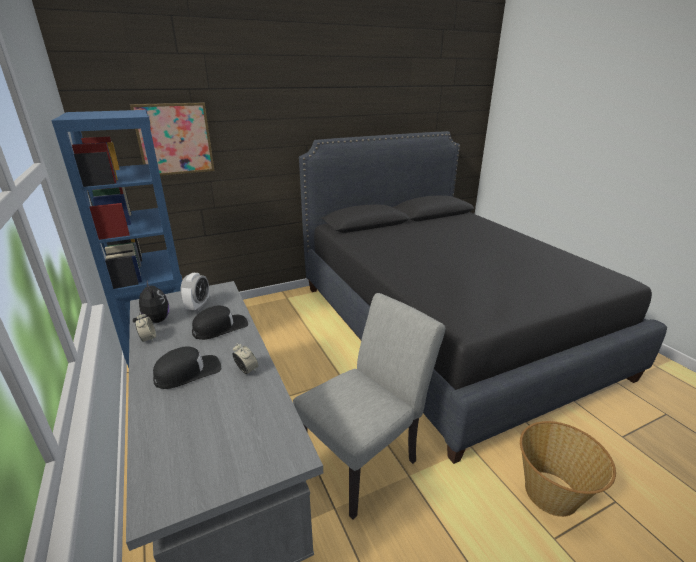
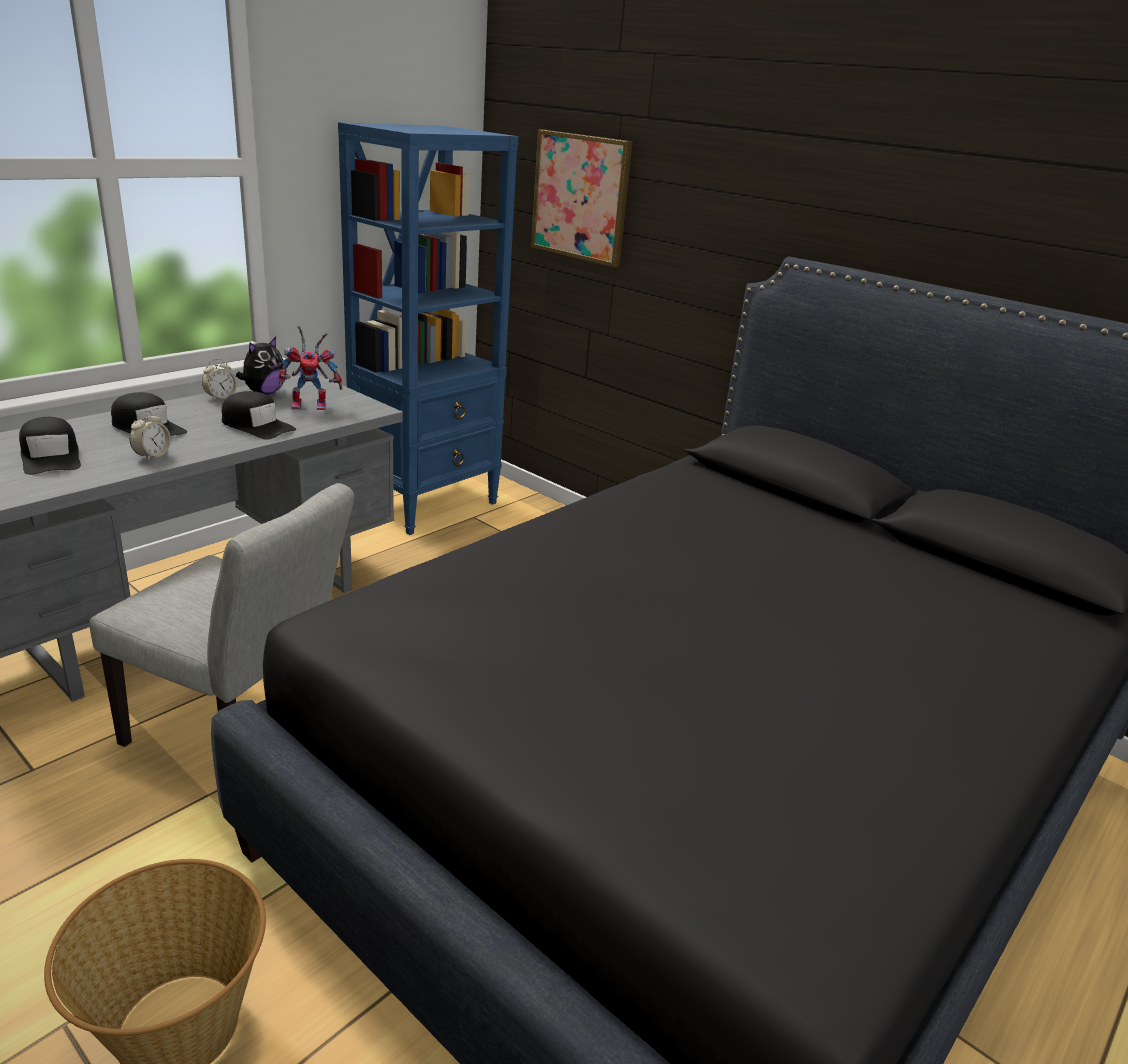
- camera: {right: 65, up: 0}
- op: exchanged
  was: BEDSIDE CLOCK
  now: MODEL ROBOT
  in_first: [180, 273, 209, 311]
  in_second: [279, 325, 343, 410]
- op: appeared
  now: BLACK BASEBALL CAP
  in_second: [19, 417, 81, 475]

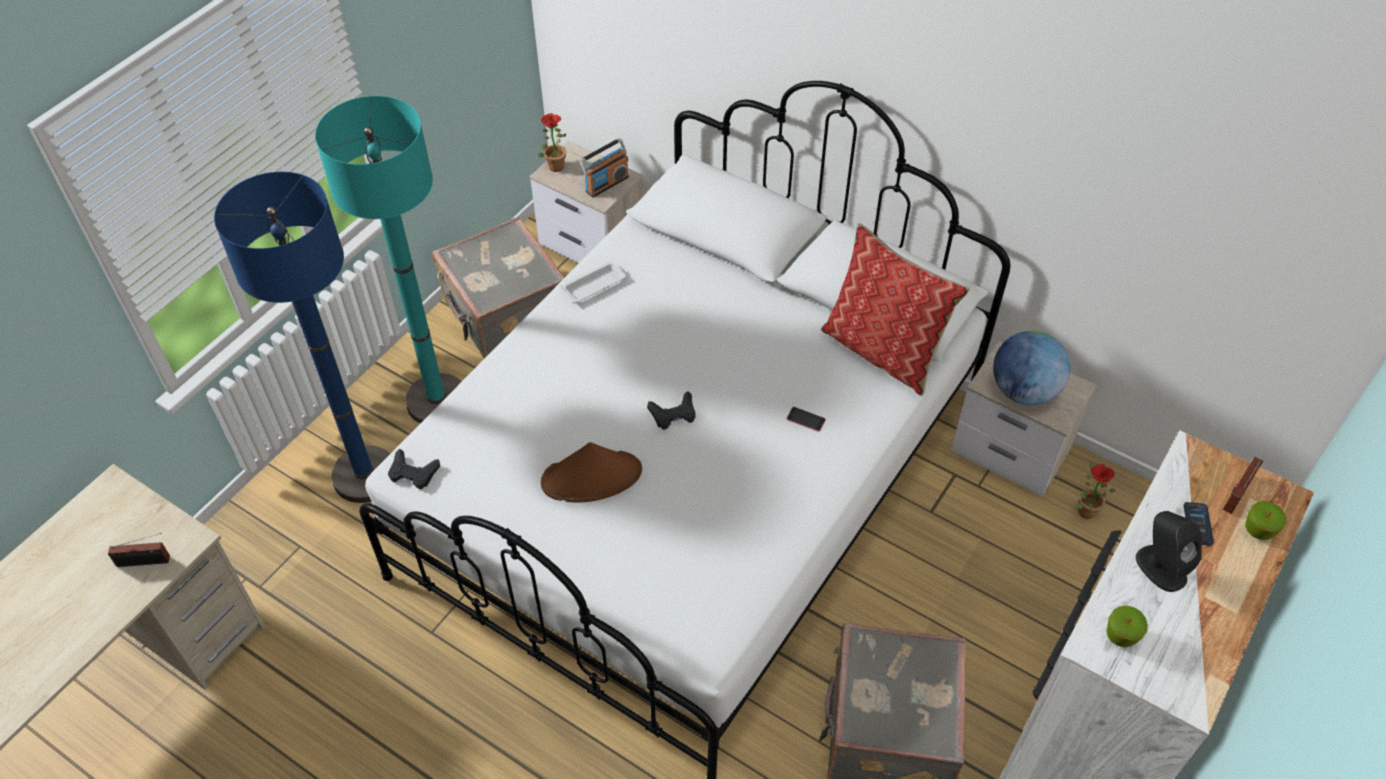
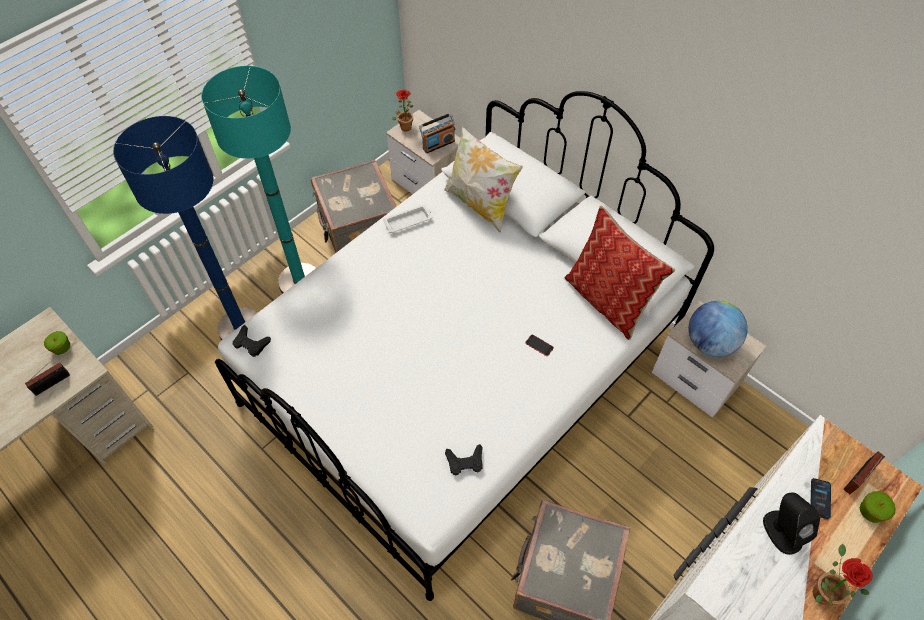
- camera: {right: 10, up: 5}
- op: relocated
  was: BLACK JOYPAD
  in_first: [647, 391, 696, 430]
  in_second: [445, 444, 483, 475]
- op: missing
  was: BROWN-COLOURED HAT
  in_first: [541, 442, 642, 502]
- op: relocated
  was: HOUSEPLANT
  in_first: [1077, 461, 1116, 519]
  in_second: [813, 543, 873, 606]
- op: spun
  was: RADIO
  in_first: [108, 533, 170, 567]
  in_second: [25, 354, 70, 396]
  clockwise: -45
- op: relocated
  was: WHOLE APPLE
  in_first: [1106, 605, 1148, 648]
  in_second: [44, 331, 70, 355]
- op: appeared
  now: PILLOW
  in_second: [444, 126, 523, 232]

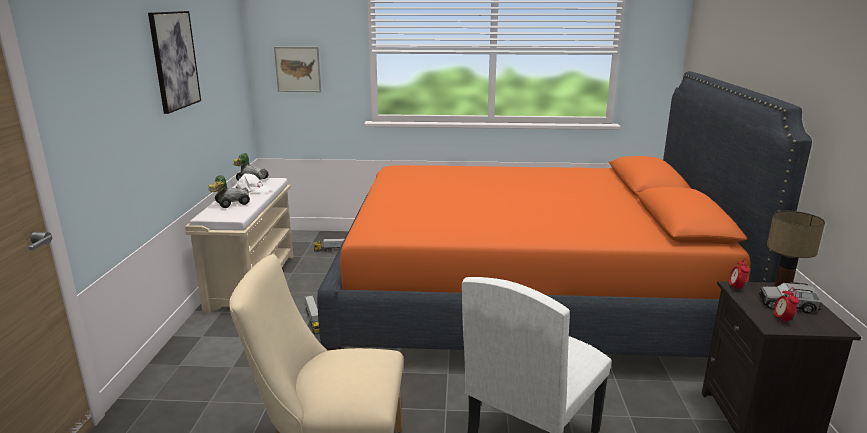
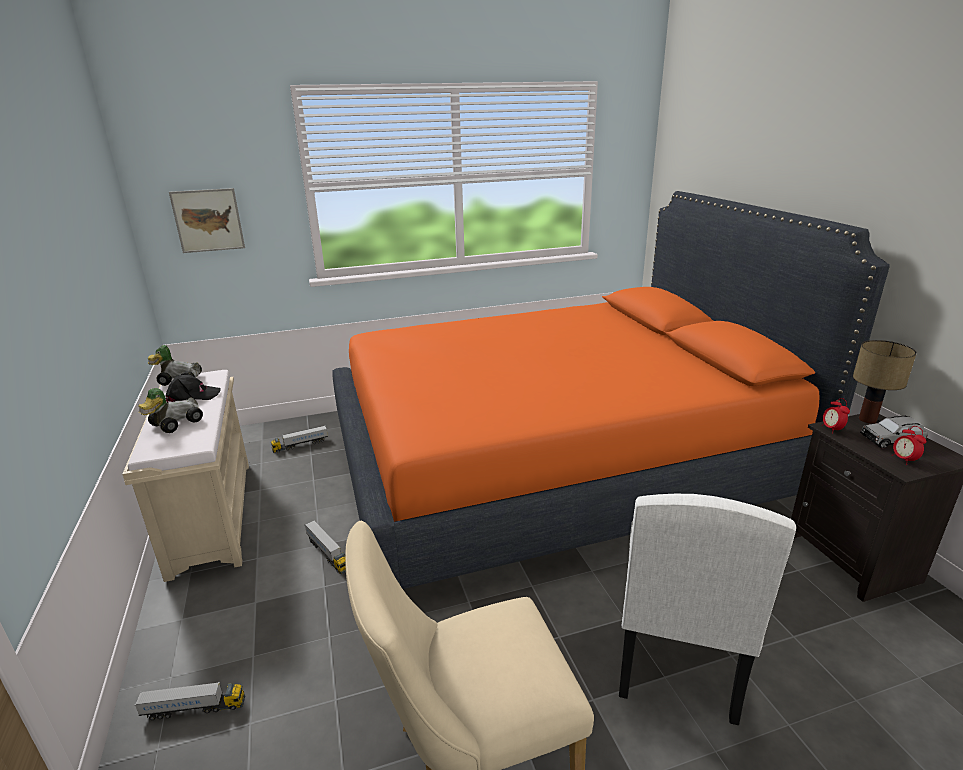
- camera: {right: -20, up: 5}
- op: missing
  was: PICTURE
  in_first: [148, 11, 201, 114]
- op: colour
  was: WHITE-COLOURED BASEBALL CAP
  now: BLACK BASEBALL CAP
  in_first: [235, 174, 272, 194]
  in_second: [165, 375, 221, 403]
- op: appeared
  now: TOY TRUCK
  in_second: [134, 682, 245, 720]

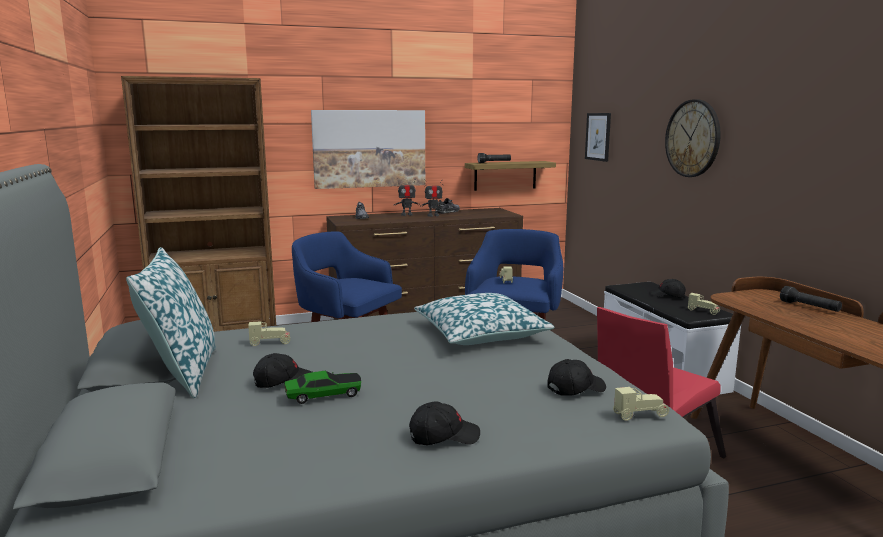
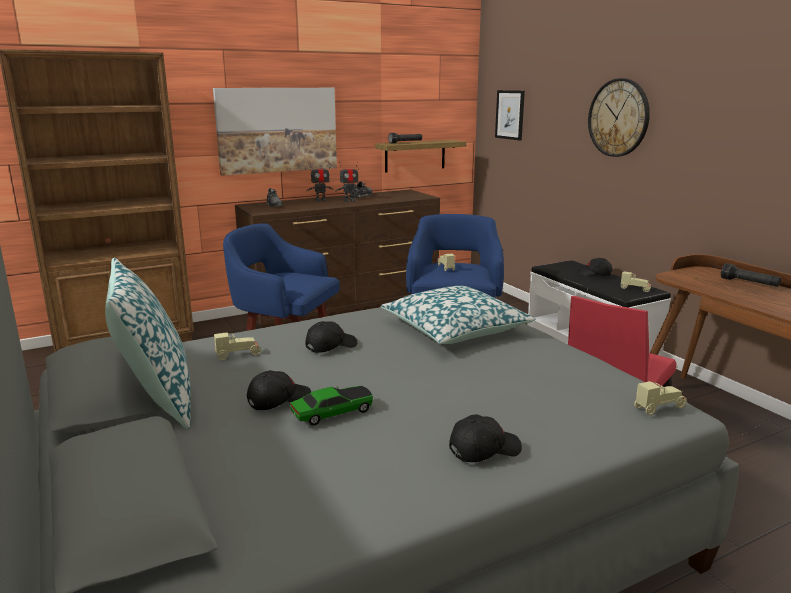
- camera: {right: -10, up: 5}
- op: relocated
  was: BLACK BASEBALL CAP
  in_first: [547, 359, 606, 396]
  in_second: [305, 321, 357, 353]

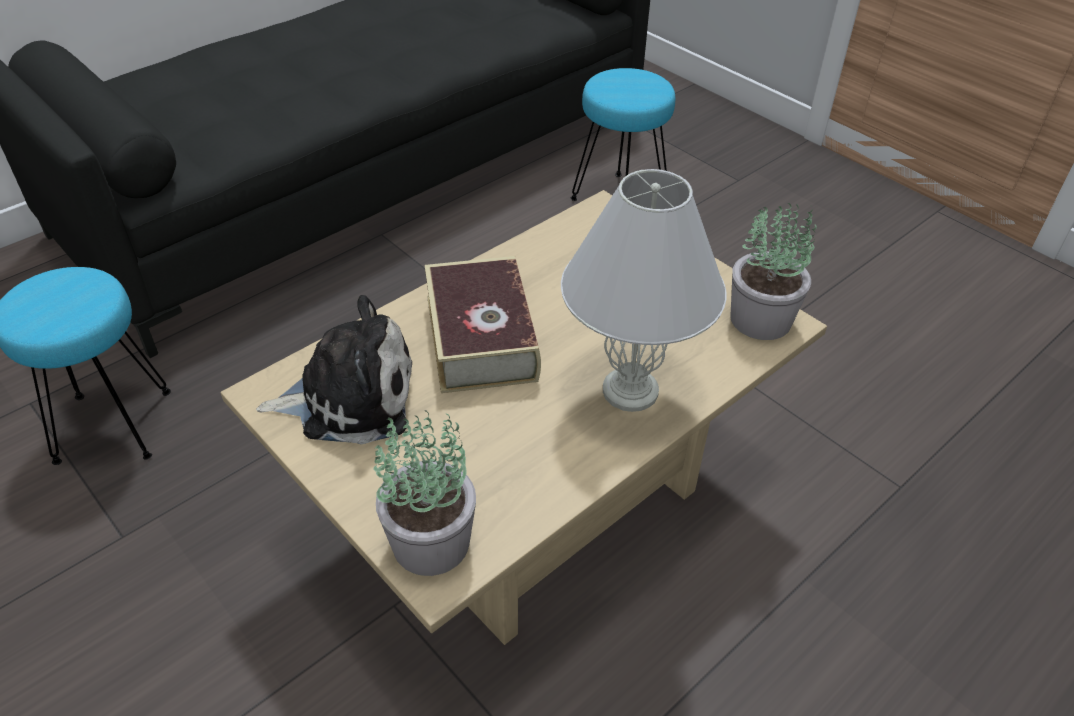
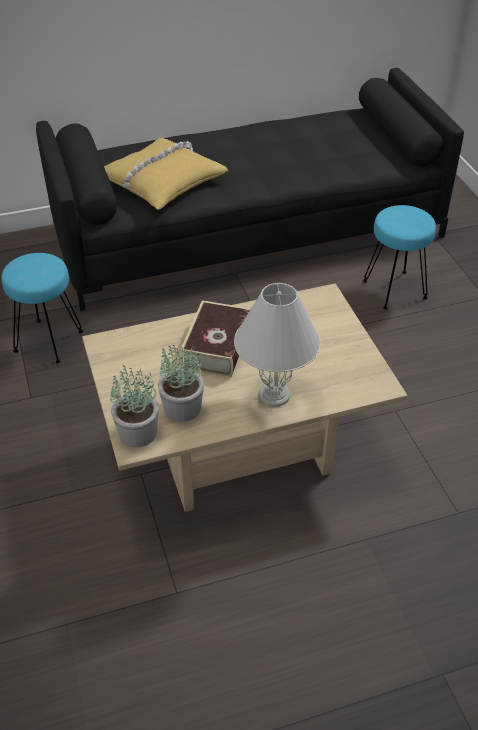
- camera: {right: 25, up: 0}
- op: relocated
  was: HOUSEPLANT
  in_first: [730, 203, 817, 340]
  in_second: [158, 344, 204, 422]
- op: missing
  was: PLUSH TOY
  in_first: [256, 295, 412, 445]
- op: appeared
  now: YELLOW PILLOW
  in_second: [104, 138, 228, 210]

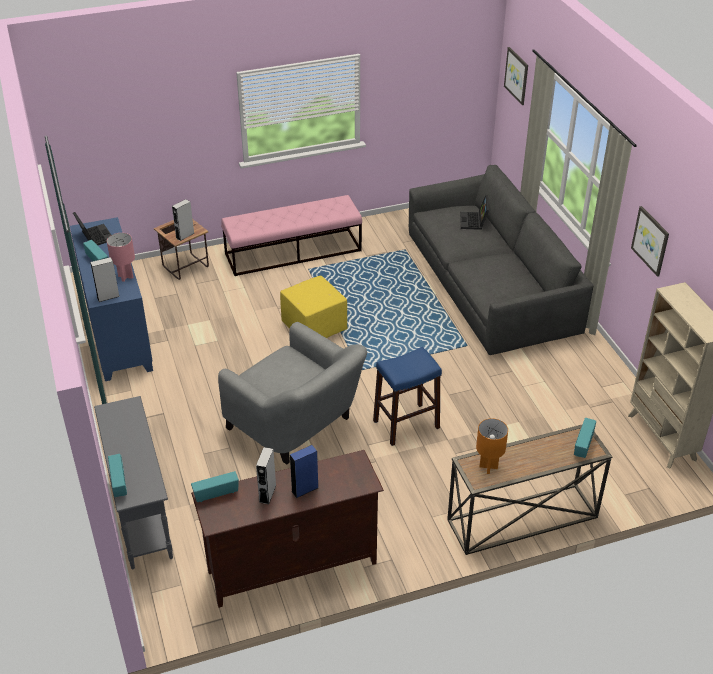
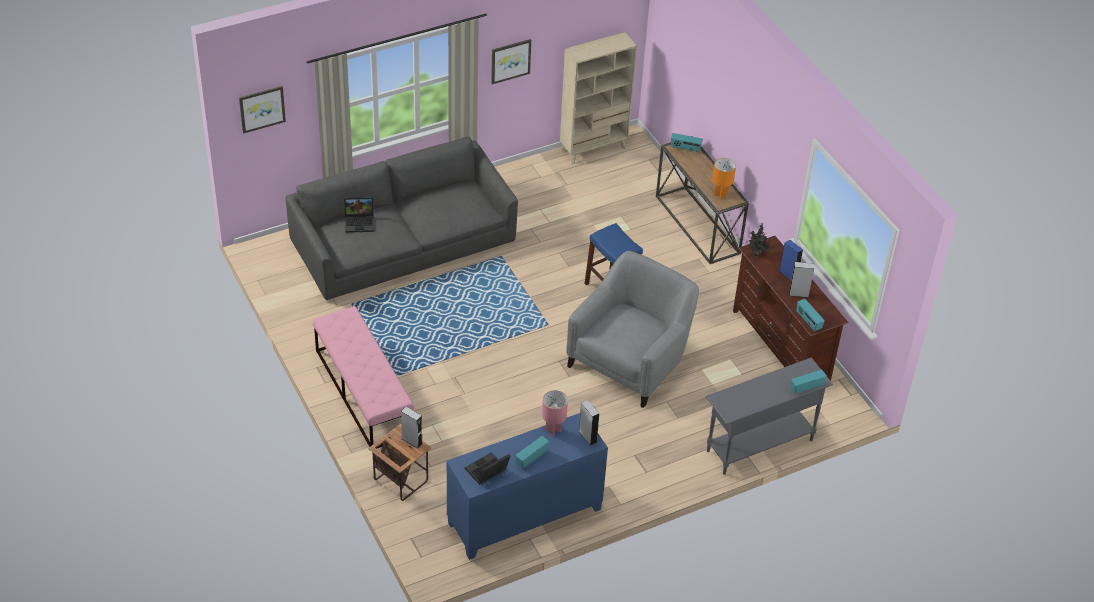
- camera: {right: -100, up: 5}
- op: missing
  was: YELLOW POUFFE
  in_first: [280, 276, 348, 338]
- op: appeared
  now: HOUSEPLANT
  in_second: [749, 223, 769, 256]

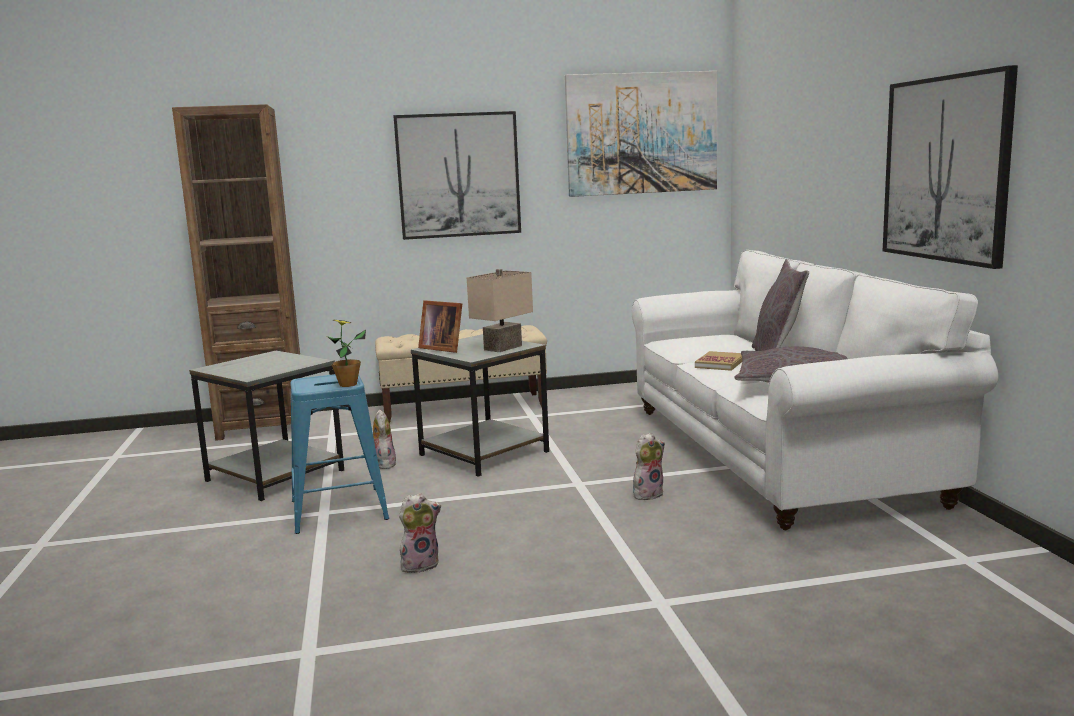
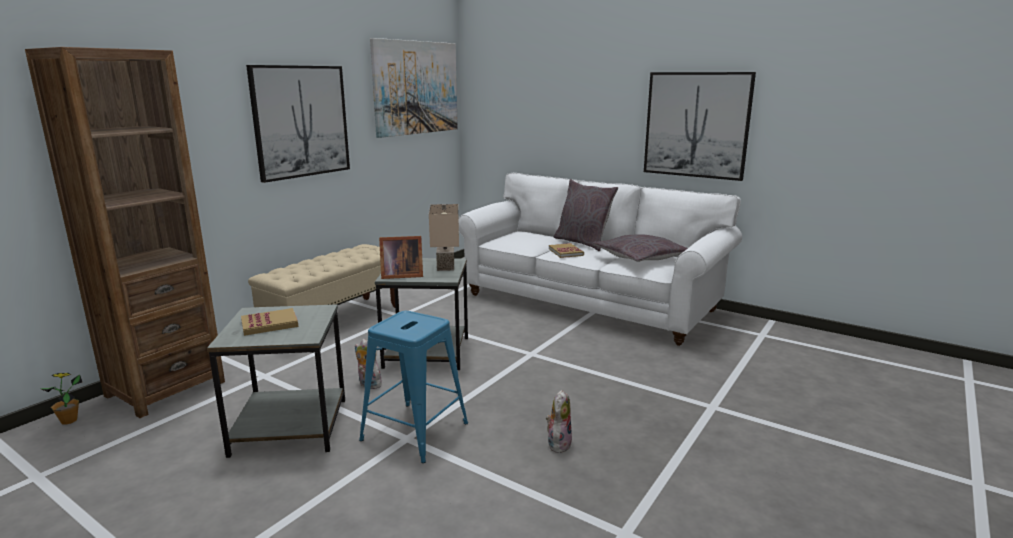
- camera: {right: -45, up: 5}
- op: relocated
  was: HOUSEPLANT
  in_first: [327, 320, 366, 387]
  in_second: [39, 373, 82, 425]
- op: missing
  was: PLUSH TOY
  in_first: [633, 433, 665, 500]
- op: appeared
  now: BOUND BOOK
  in_second: [241, 308, 298, 336]

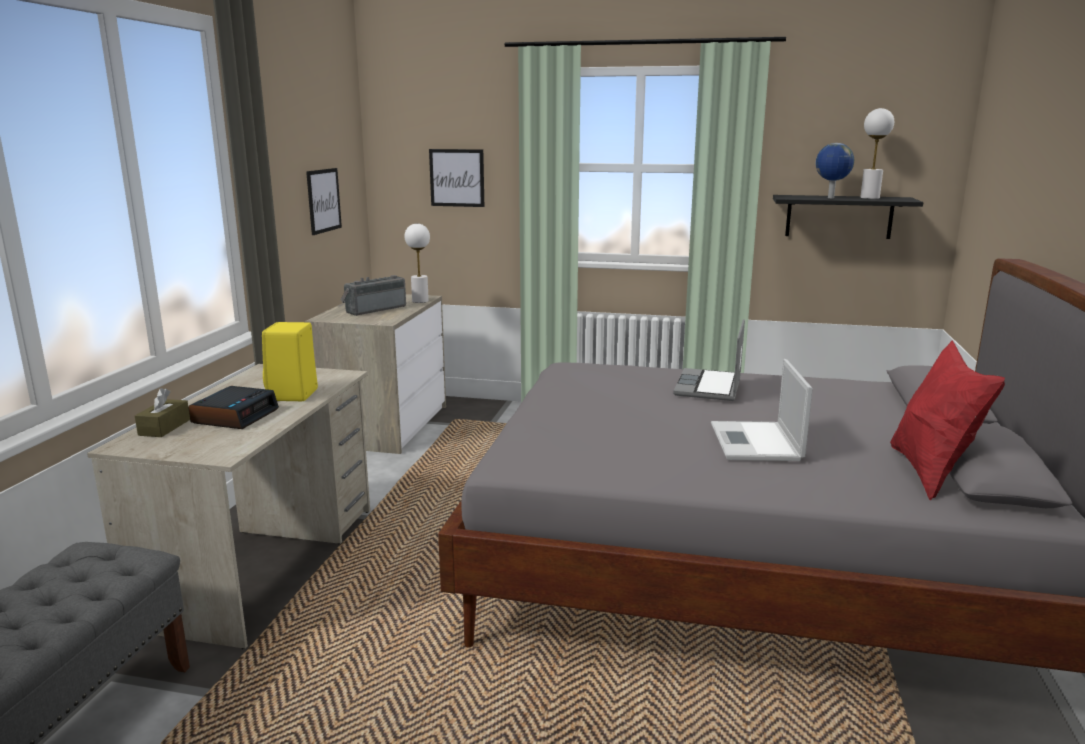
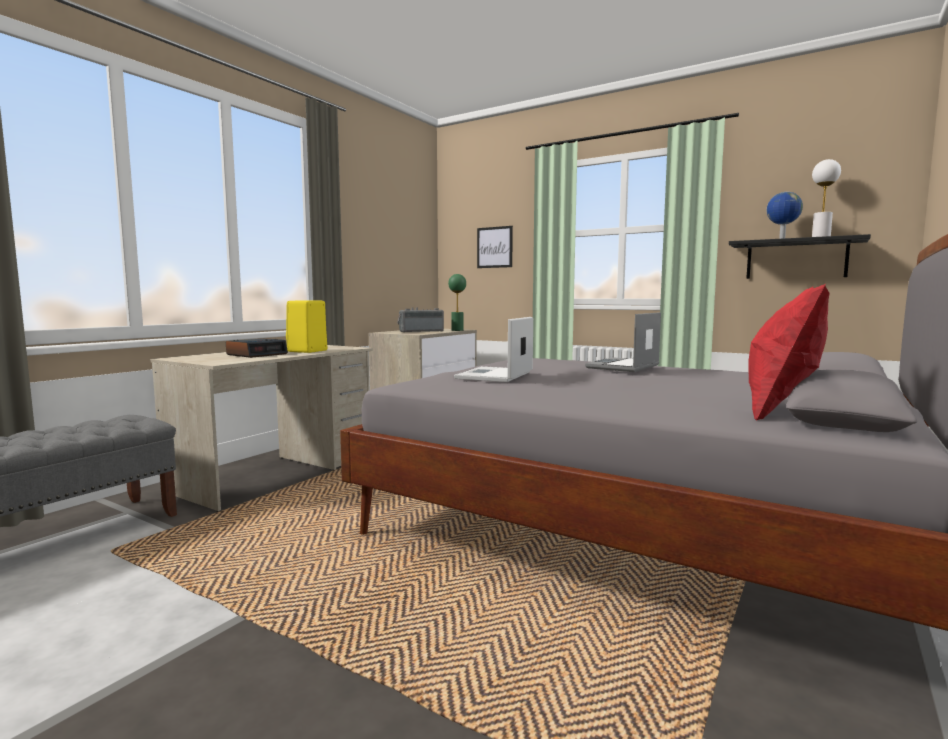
- camera: {right: 20, up: -10}
- op: missing
  was: PICTURE
  in_first: [306, 168, 342, 235]
- op: colour
  was: WHITE-COLOURED TABLE LAMP
  now: GREEN TABLE LAMP
  in_first: [405, 223, 430, 303]
  in_second: [448, 274, 466, 331]
- op: relocated
  was: PORTABLE COMPUTER
  in_first: [711, 359, 813, 461]
  in_second: [454, 317, 533, 382]
- op: missing
  was: BROWN-COLOURED TISSUE HOLDER
  in_first: [135, 388, 190, 437]

